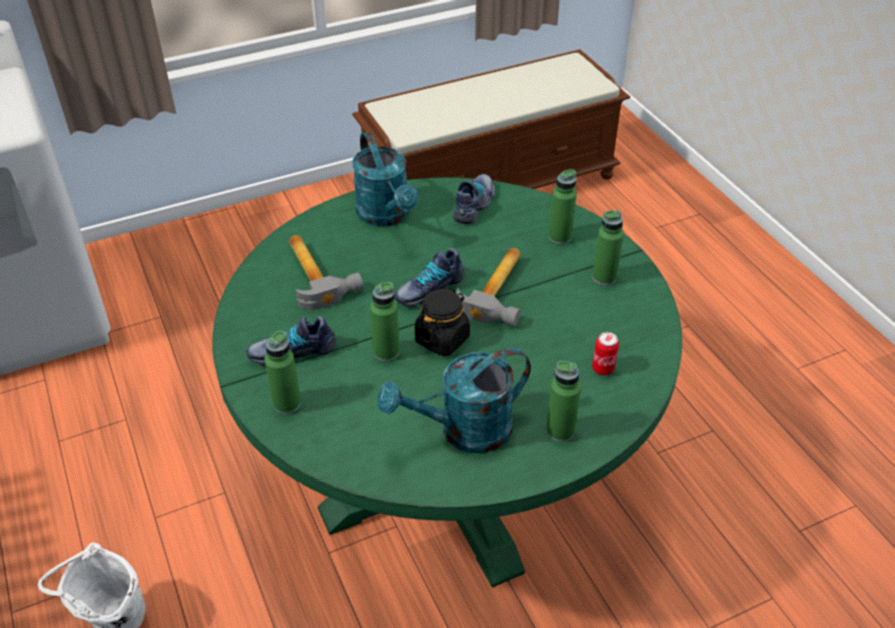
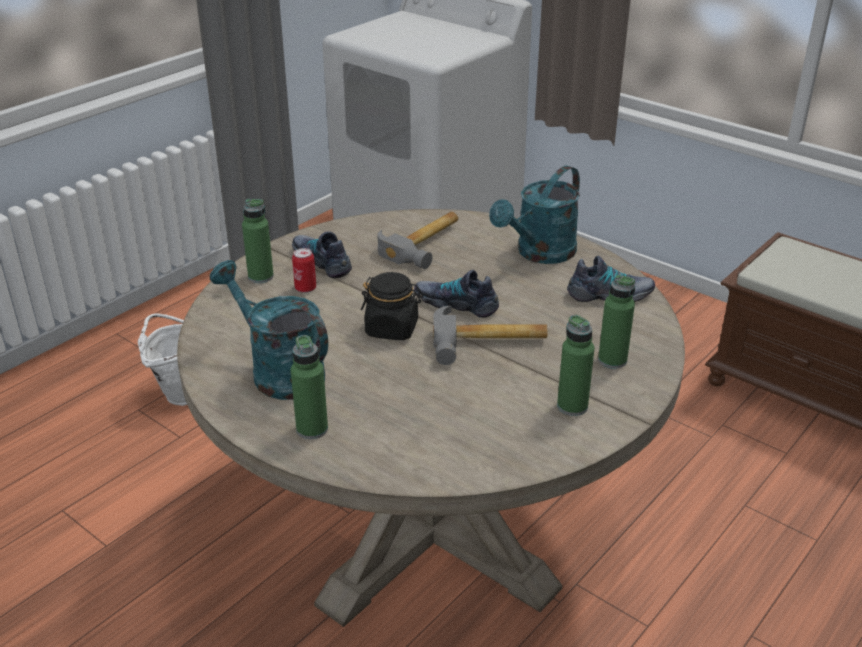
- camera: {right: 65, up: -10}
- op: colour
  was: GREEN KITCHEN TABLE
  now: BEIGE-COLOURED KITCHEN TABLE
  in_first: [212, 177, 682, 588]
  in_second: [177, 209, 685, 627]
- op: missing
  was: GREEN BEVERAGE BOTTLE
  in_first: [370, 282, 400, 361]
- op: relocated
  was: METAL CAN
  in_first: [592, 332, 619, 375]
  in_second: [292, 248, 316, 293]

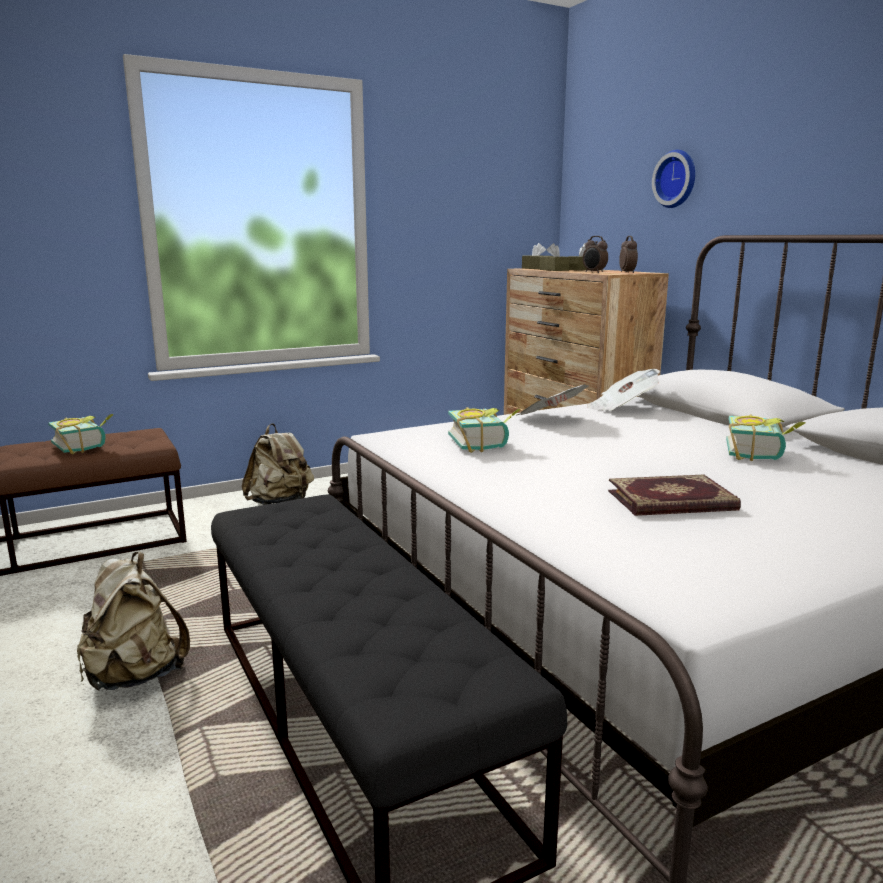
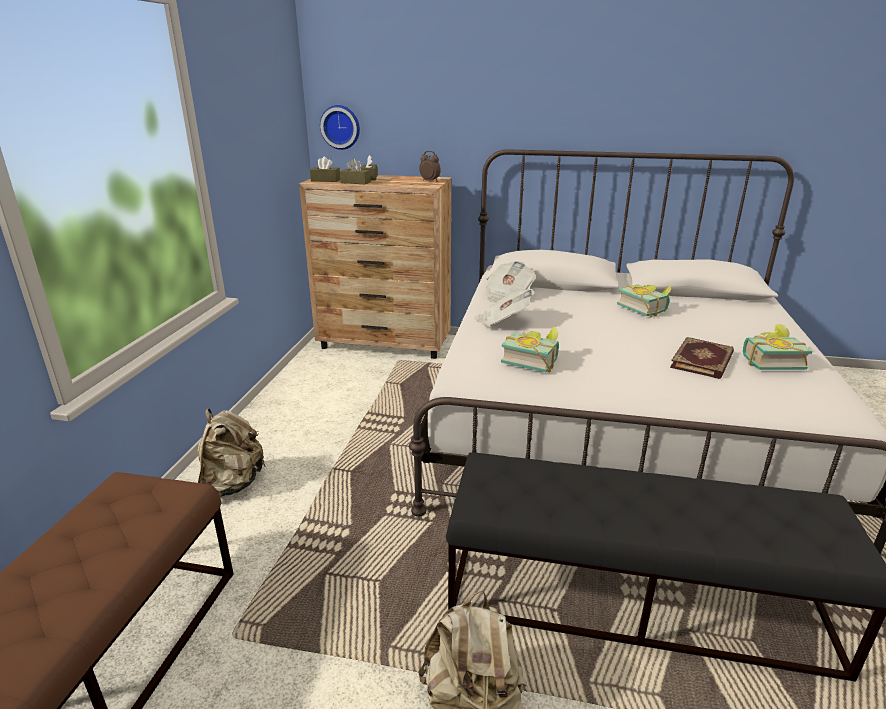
- camera: {right: -50, up: 10}
- op: relocated
  was: CLOCK ON THE WALL
  in_first: [652, 150, 695, 208]
  in_second: [320, 105, 360, 150]
- op: missing
  was: BEDSIDE CLOCK
  in_first: [582, 236, 608, 273]
- op: relocated
  was: BOUND BOOK
  in_first: [48, 414, 114, 454]
  in_second: [743, 324, 813, 370]

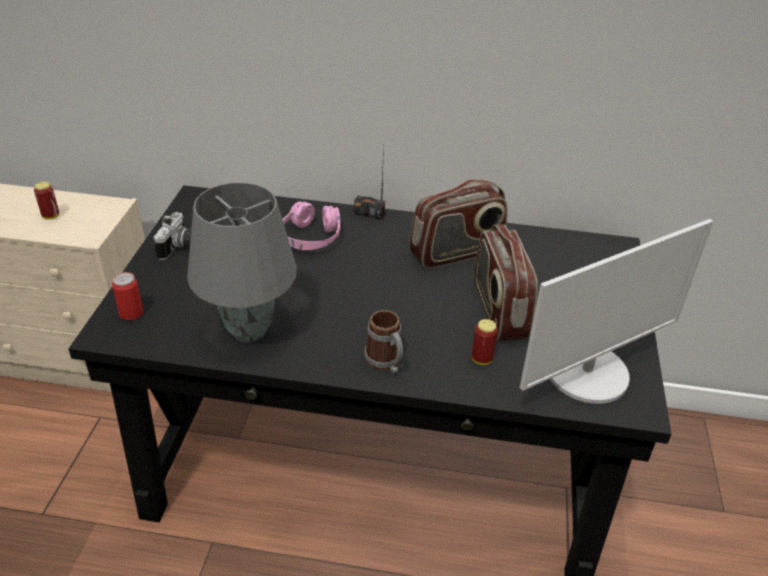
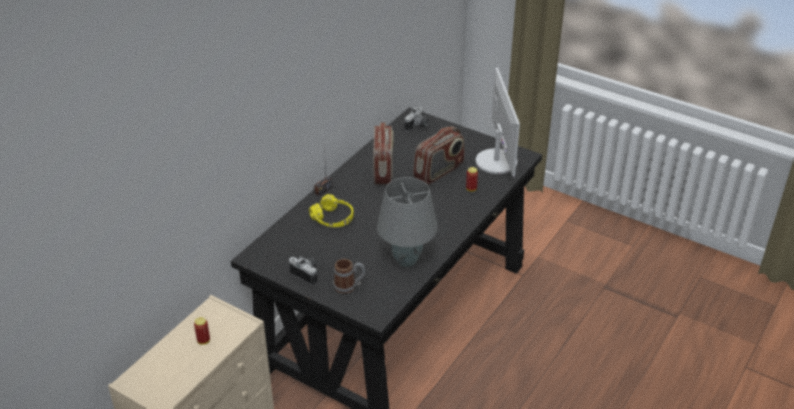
- camera: {right: -65, up: 0}
- op: colour
  was: PINK-COLOURED PAIR OF HEADPHONES
  now: YELLOW PAIR OF HEADPHONES
  in_first: [282, 202, 340, 250]
  in_second: [309, 194, 354, 227]
- op: spun
  was: RADIO
  in_first: [474, 224, 538, 341]
  in_second: [413, 127, 465, 185]
  clockwise: -60
- op: missing
  was: METAL CAN
  in_first: [112, 272, 143, 320]
- op: relocated
  was: MUG
  in_first: [364, 310, 403, 373]
  in_second: [333, 259, 365, 294]
- op: appeared
  now: PHOTO CAMERA
  in_second: [404, 107, 429, 132]

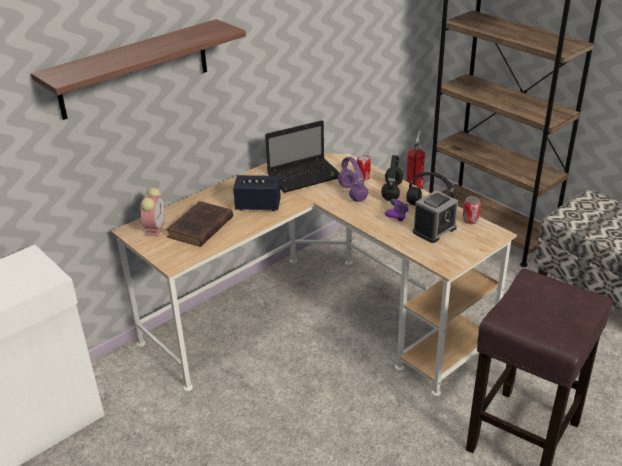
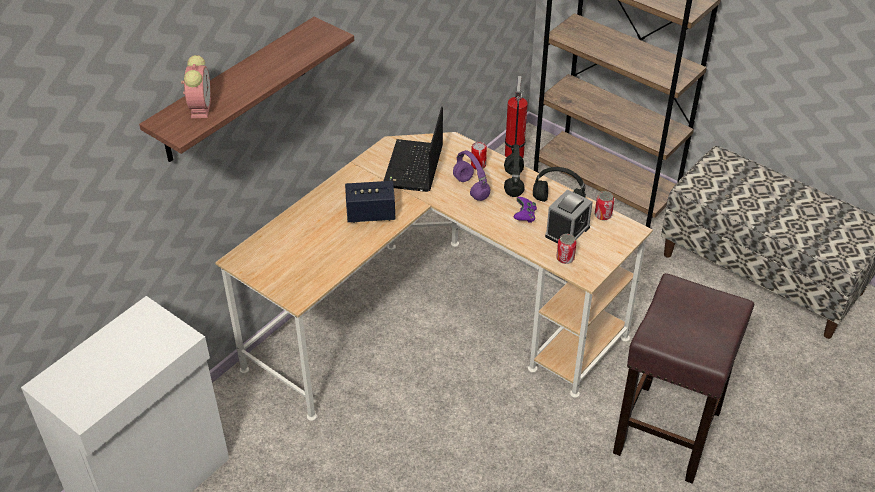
- camera: {right: -10, up: 10}
- op: spun
  was: PORTABLE COMPUTER
  in_first: [265, 120, 340, 193]
  in_second: [384, 107, 443, 192]
  clockwise: 135
- op: relocated
  was: BEDSIDE CLOCK
  in_first: [141, 188, 165, 236]
  in_second: [181, 55, 211, 118]
- op: missing
  was: BROWN-COLOURED BOUND BOOK
  in_first: [166, 201, 233, 247]
- op: appeared
  now: METAL CAN
  in_second: [556, 234, 577, 264]

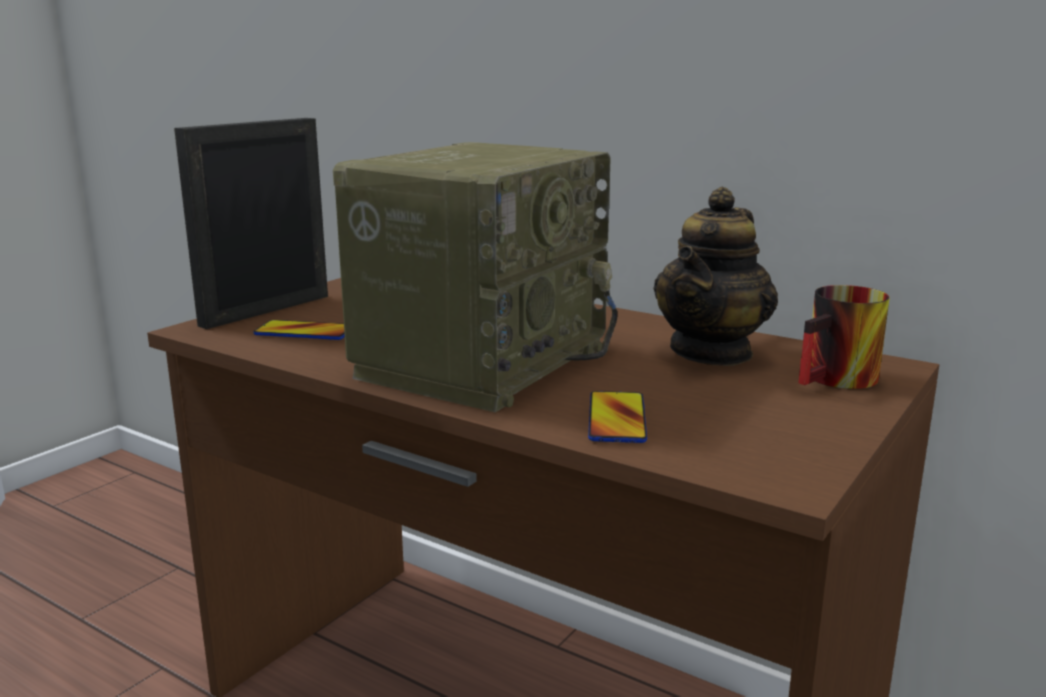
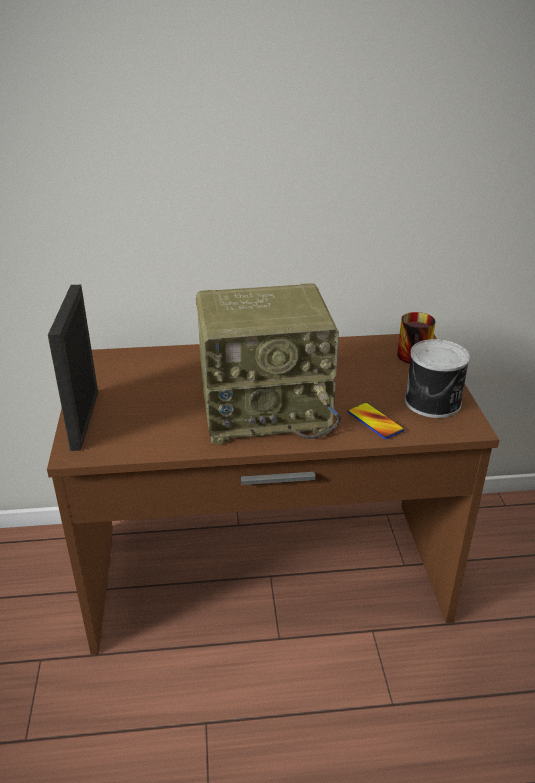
- camera: {right: -40, up: 15}
- op: spun
  was: RADIO
  in_first: [333, 142, 617, 412]
  in_second: [196, 283, 341, 445]
  clockwise: 90
- op: missing
  was: TEA POT
  in_first: [653, 187, 778, 366]
- op: missing
  was: HANDSET
  in_first: [253, 320, 345, 340]
- op: appeared
  now: METAL CAN
  in_second: [405, 339, 470, 418]

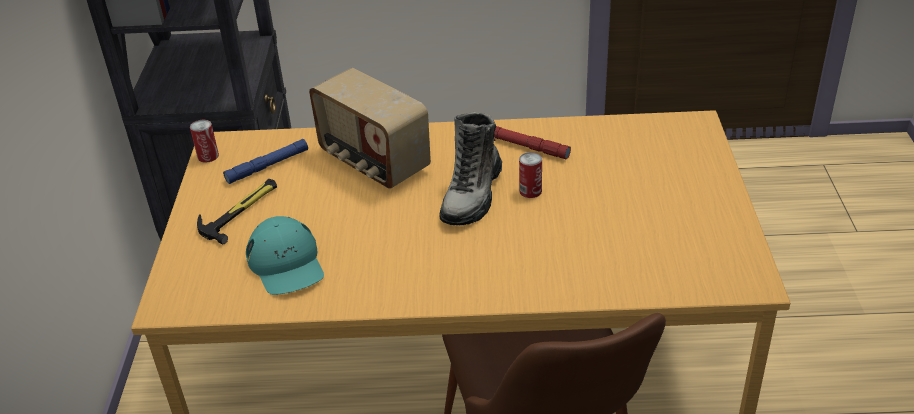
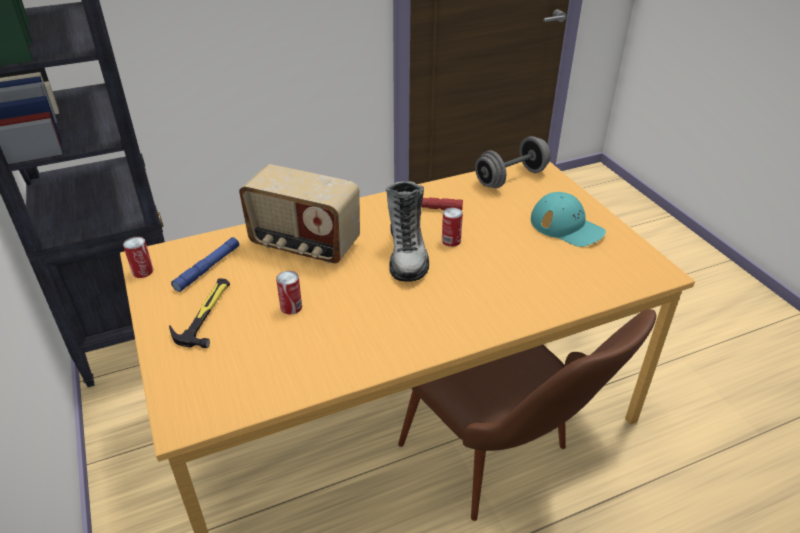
- camera: {right: -25, up: 0}
- op: relocated
  was: TURQUOISE-COLOURED BASEBALL CAP
  in_first: [246, 216, 324, 295]
  in_second: [531, 192, 606, 247]
- op: appeared
  now: GREYISH FREE WEIGHT
  in_second: [475, 136, 551, 188]
- op: appeared
  now: METAL CAN
  in_second: [276, 271, 302, 315]

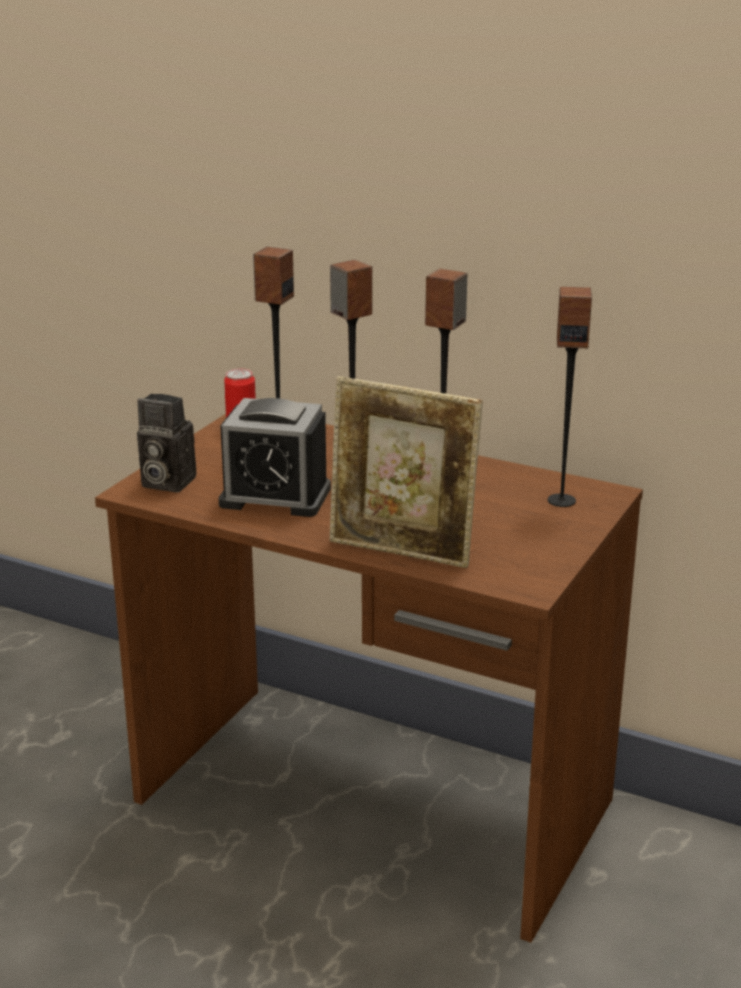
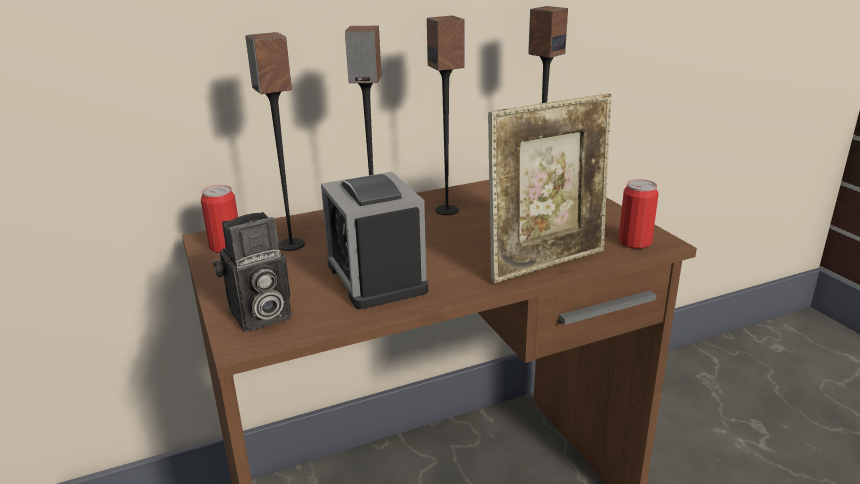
- camera: {right: -50, up: 0}
- op: spun
  was: BEDSIDE CLOCK
  in_first: [218, 398, 331, 517]
  in_second: [321, 172, 428, 309]
  clockwise: 105
- op: appeared
  now: METAL CAN
  in_second: [618, 179, 659, 249]

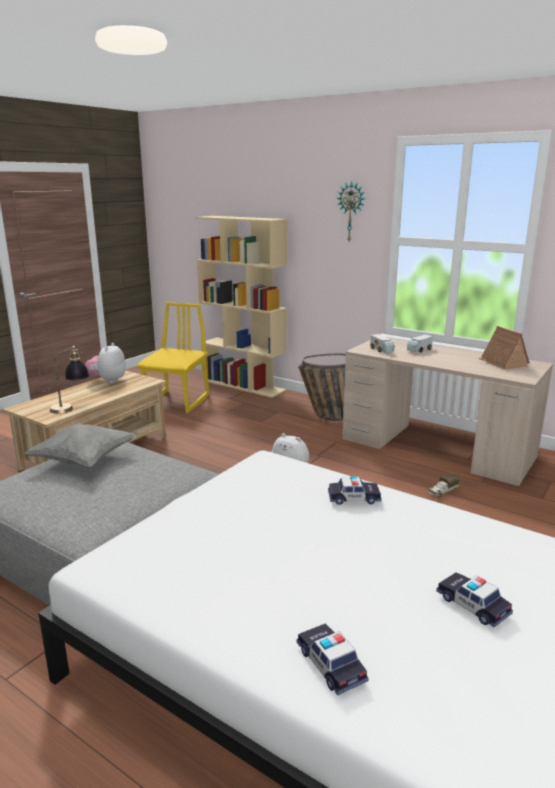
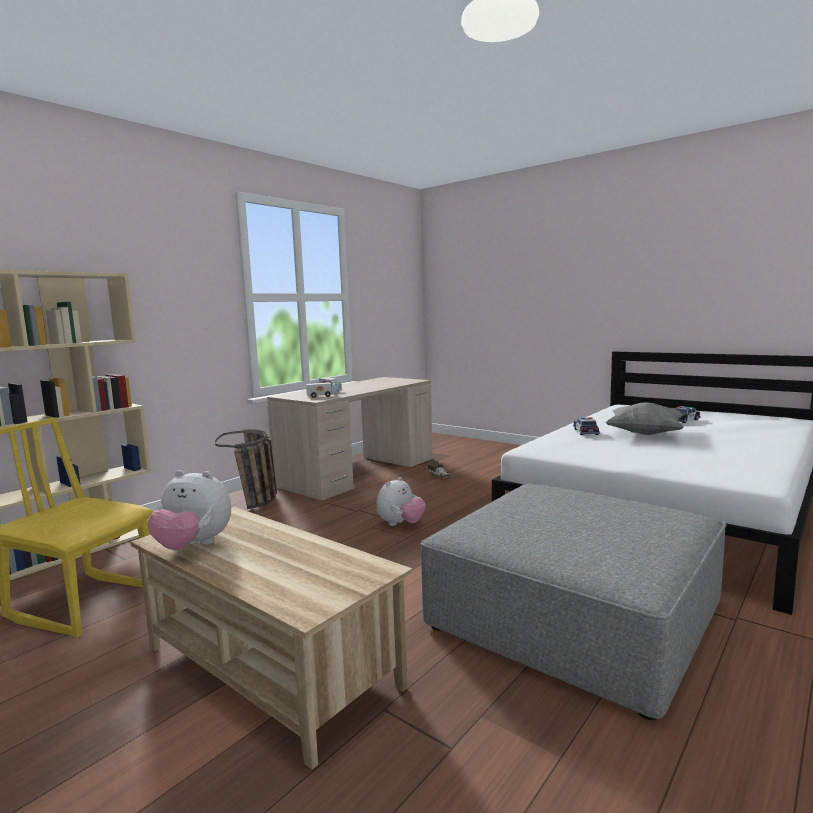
- camera: {right: -85, up: -10}
- op: missing
  was: CLOCK ON THE WALL
  in_first: [337, 181, 365, 241]
- op: missing
  was: TOY HOUSE
  in_first: [479, 326, 530, 369]
- op: missing
  was: TABLE LAMP
  in_first: [50, 346, 89, 414]
- op: relocated
  was: GREYISH PILLOW
  in_first: [24, 423, 137, 468]
  in_second: [605, 402, 684, 435]
- op: missing
  was: TOY CAR
  in_first: [297, 623, 369, 695]

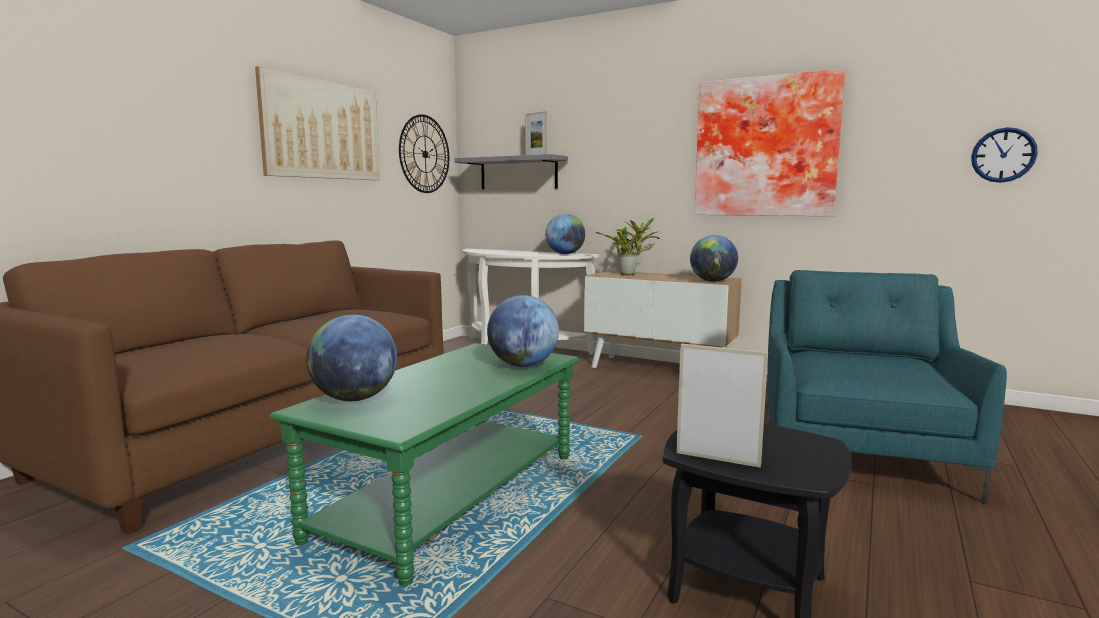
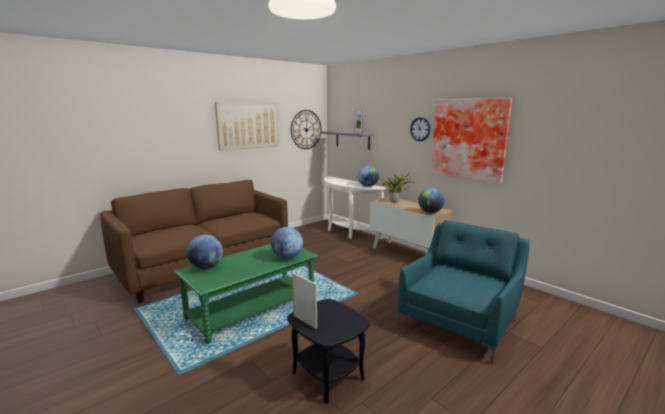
- camera: {right: 20, up: 5}
- op: relocated
  was: CLOCK ON THE WALL
  in_first: [971, 127, 1038, 183]
  in_second: [410, 117, 430, 141]

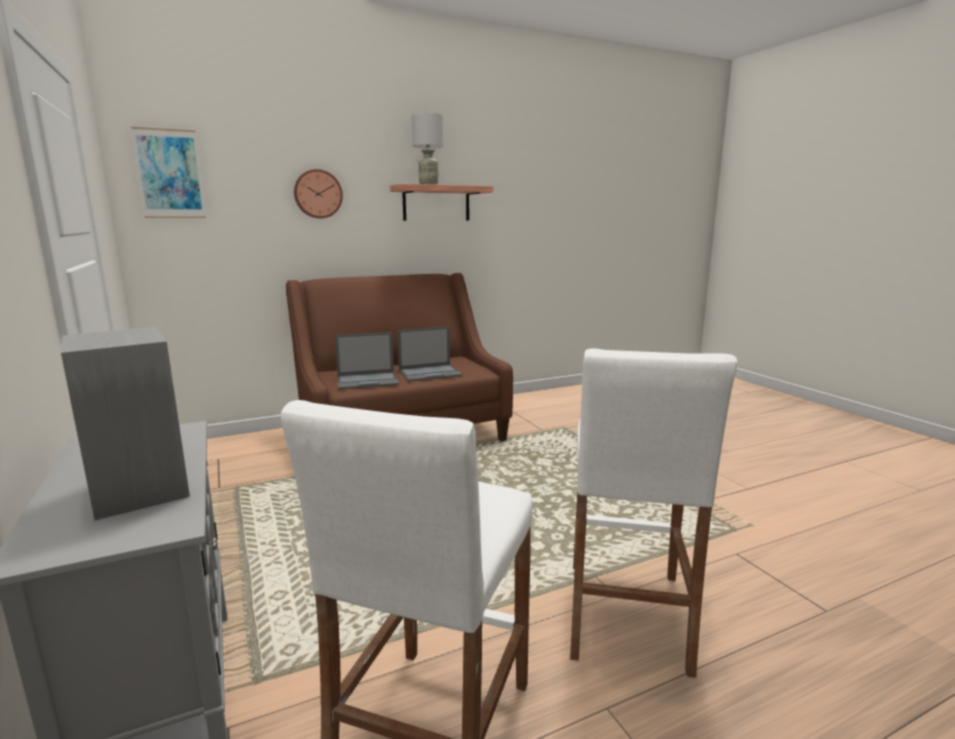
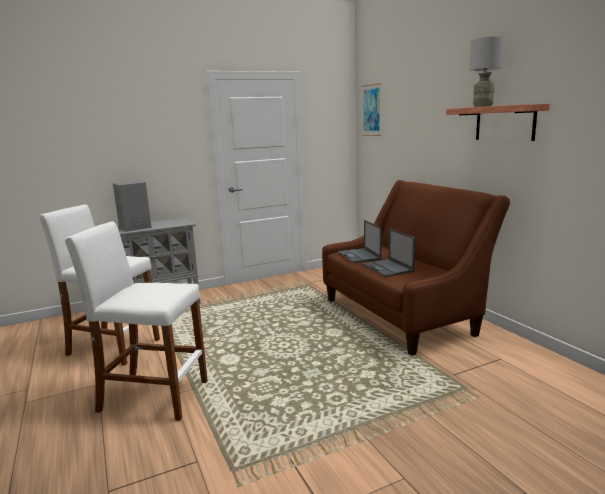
- camera: {right: 90, up: 0}
- op: missing
  was: CLOCK ON THE WALL
  in_first: [294, 169, 343, 218]

